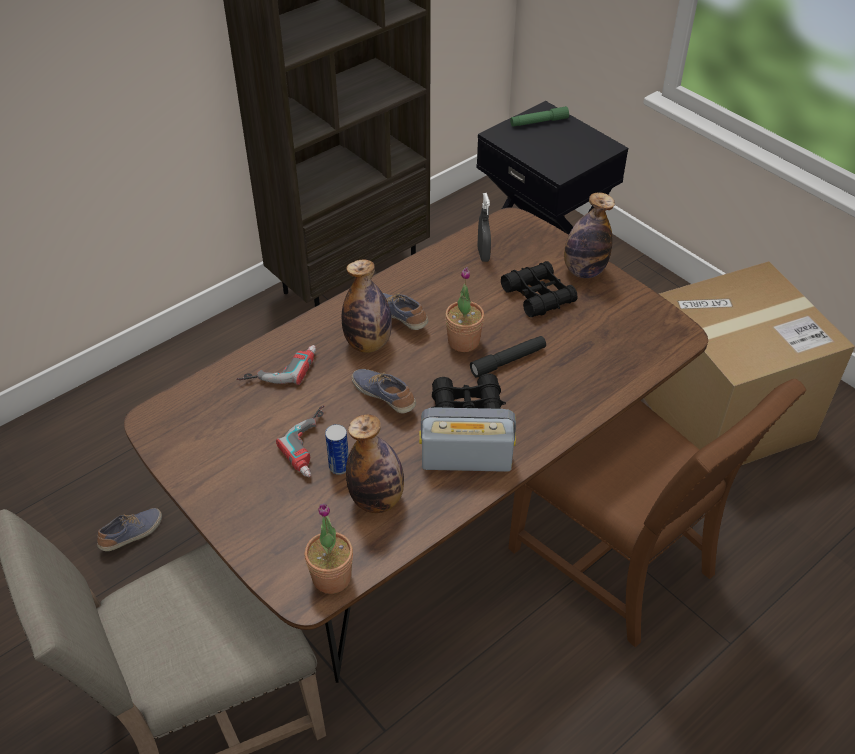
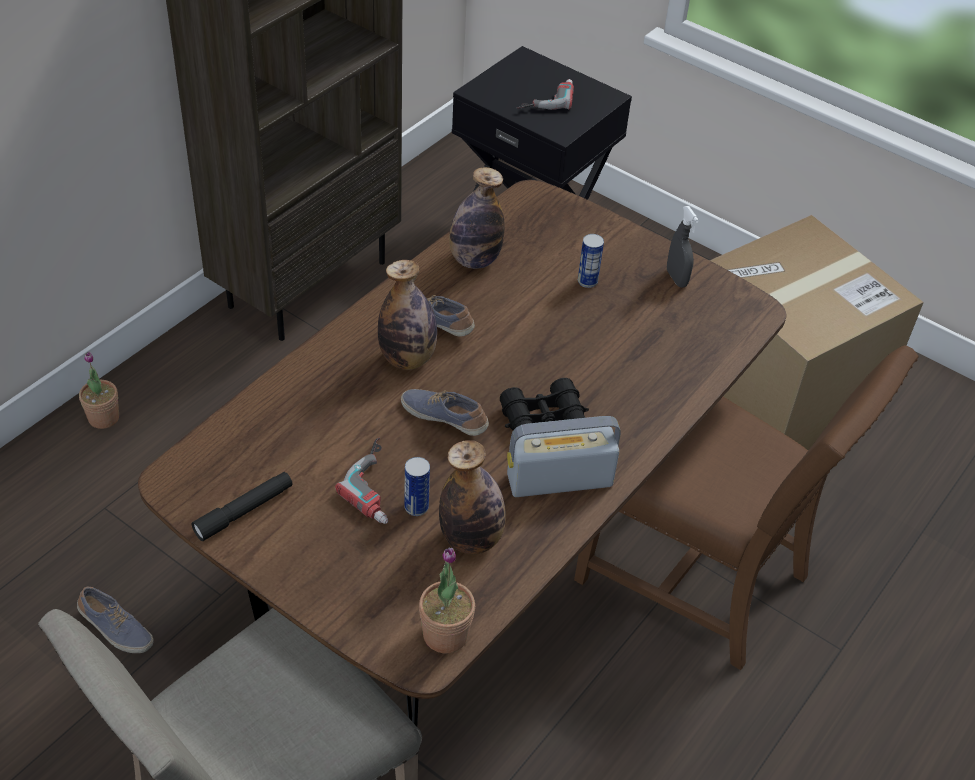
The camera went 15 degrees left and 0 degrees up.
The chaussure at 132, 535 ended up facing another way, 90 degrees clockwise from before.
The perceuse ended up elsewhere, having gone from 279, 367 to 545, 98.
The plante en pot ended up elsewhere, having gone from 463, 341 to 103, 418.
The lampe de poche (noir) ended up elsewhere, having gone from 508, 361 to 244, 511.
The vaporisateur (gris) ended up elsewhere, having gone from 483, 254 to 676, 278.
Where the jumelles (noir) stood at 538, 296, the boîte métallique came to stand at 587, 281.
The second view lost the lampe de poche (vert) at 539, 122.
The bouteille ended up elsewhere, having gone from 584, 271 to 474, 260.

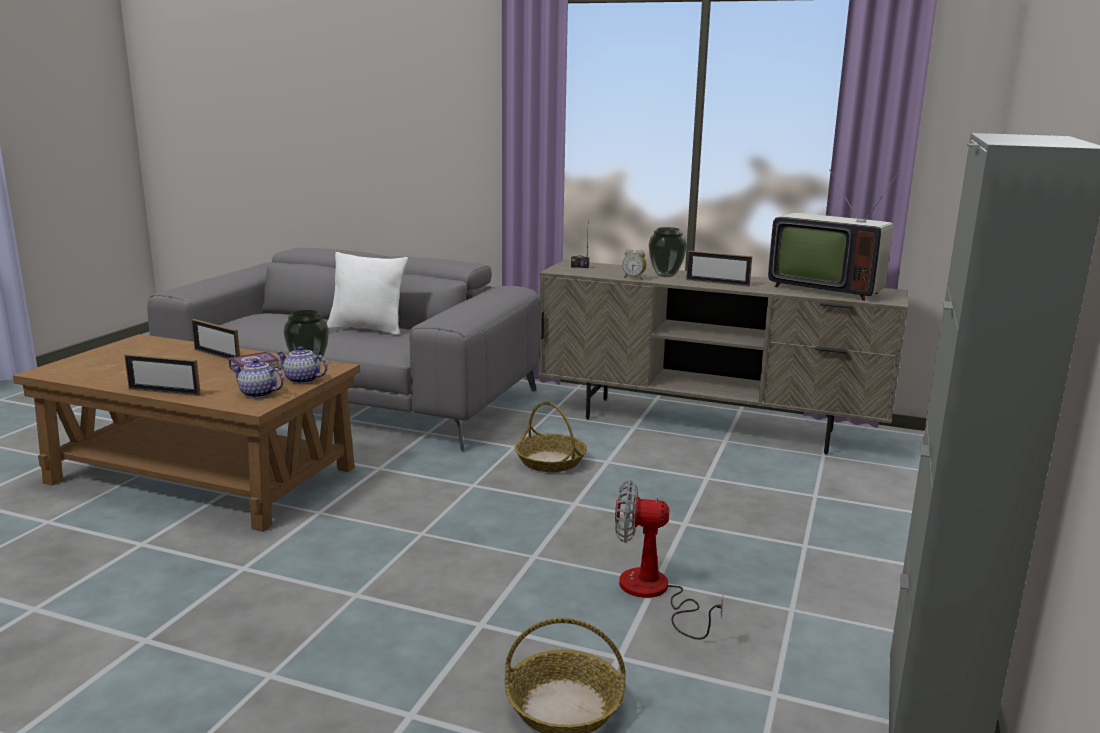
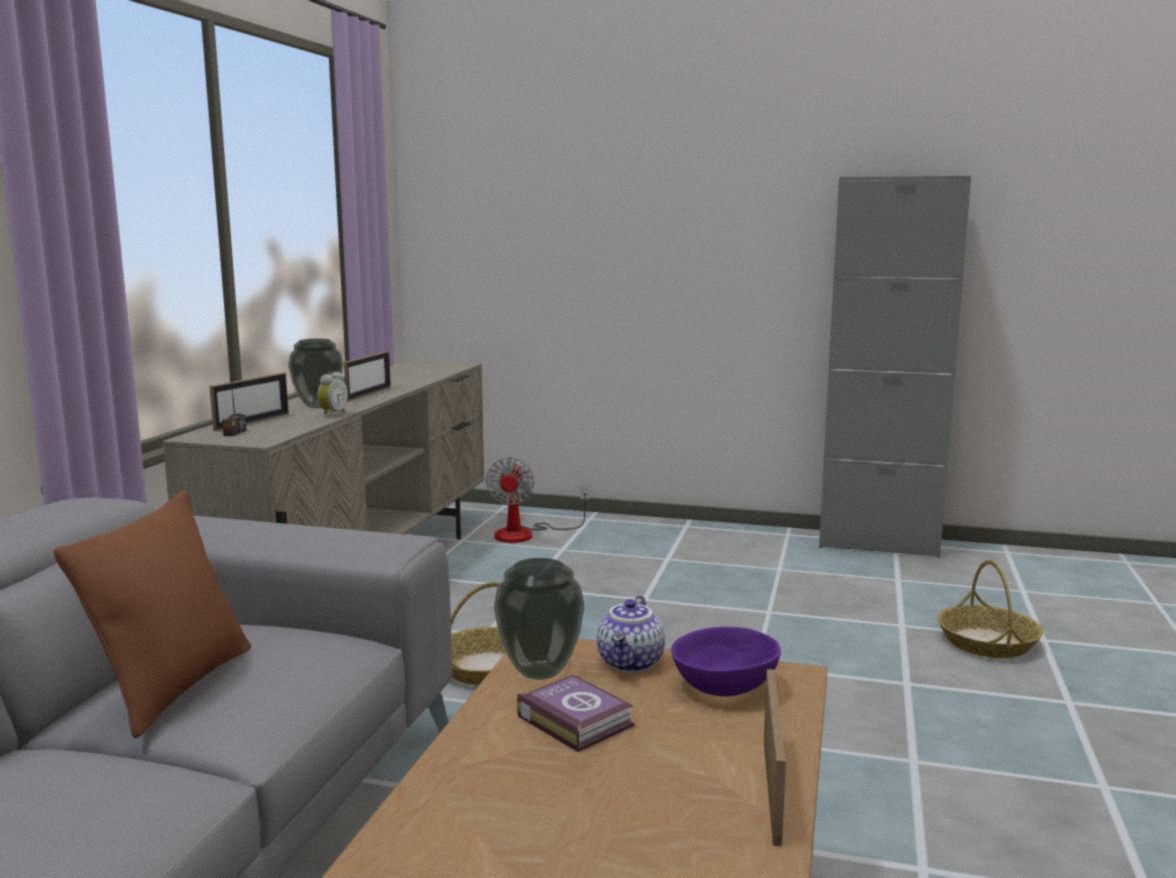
The camera went 95 degrees left and 5 degrees down.
The cadre photo ended up elsewhere, having gone from 217, 355 to 252, 422.
Where the théière stood at 257, 394, the bol (violet) came to stand at 726, 687.
What was the coussin (blanc) at 367, 329 turned into the coussin (marron) at 174, 687.
The ventilateur ended up elsewhere, having gone from 654, 593 to 526, 534.
The second view lost the téléviseur at 825, 289.

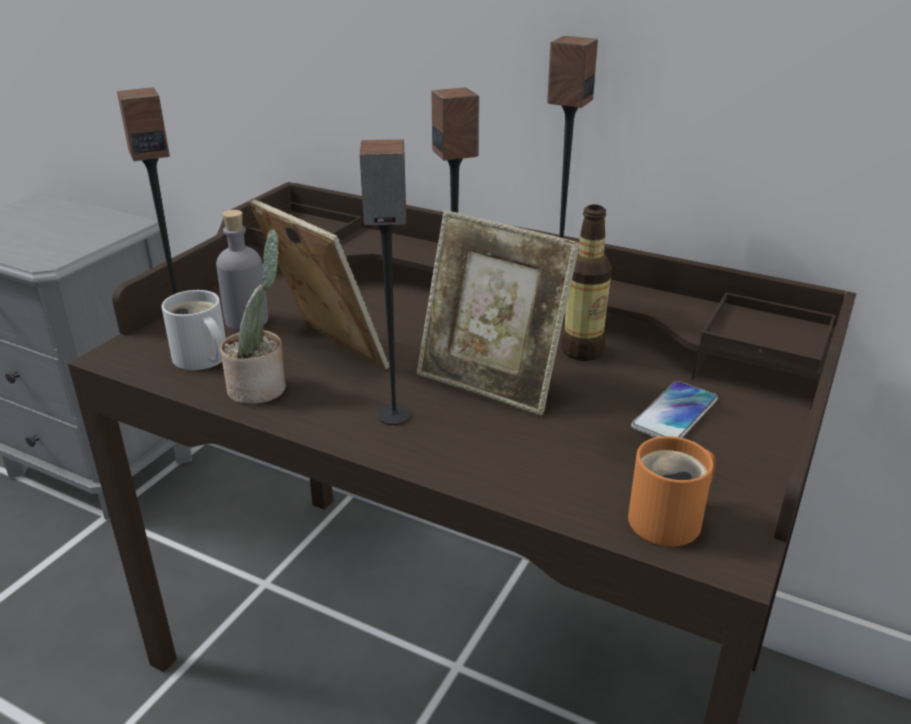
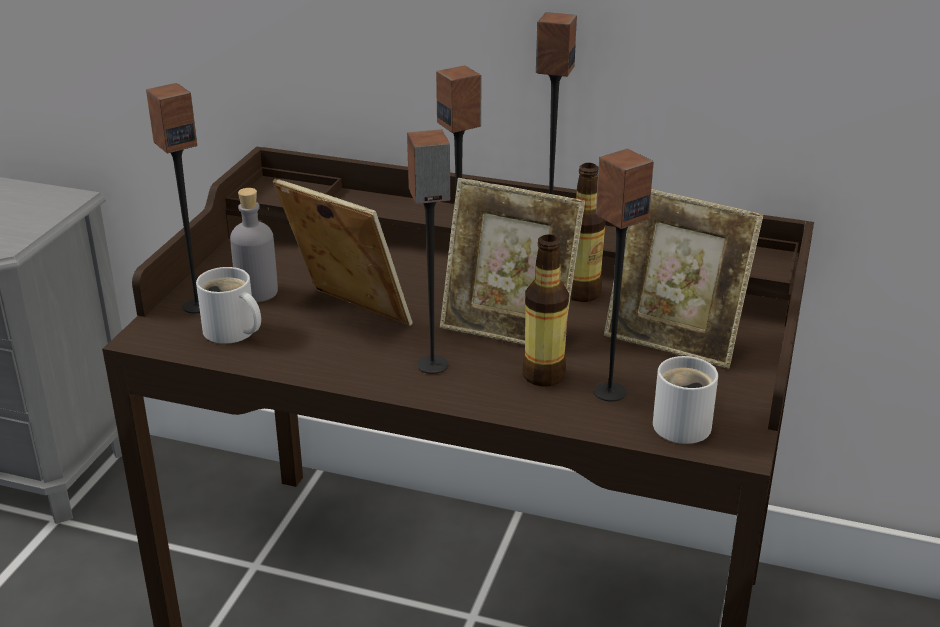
The camera went 10 degrees left and 0 degrees up.
The second view lost the plante en pot at 261, 387.
What was the mug (orange) at 671, 520 turned into the mug (blanc) at 687, 424.
Where the téléphone stood at 675, 414, the cadre photo came to stand at 674, 340.
The second view gained the bouteille at 543, 375.
The second view gained the enceinte at 609, 391.

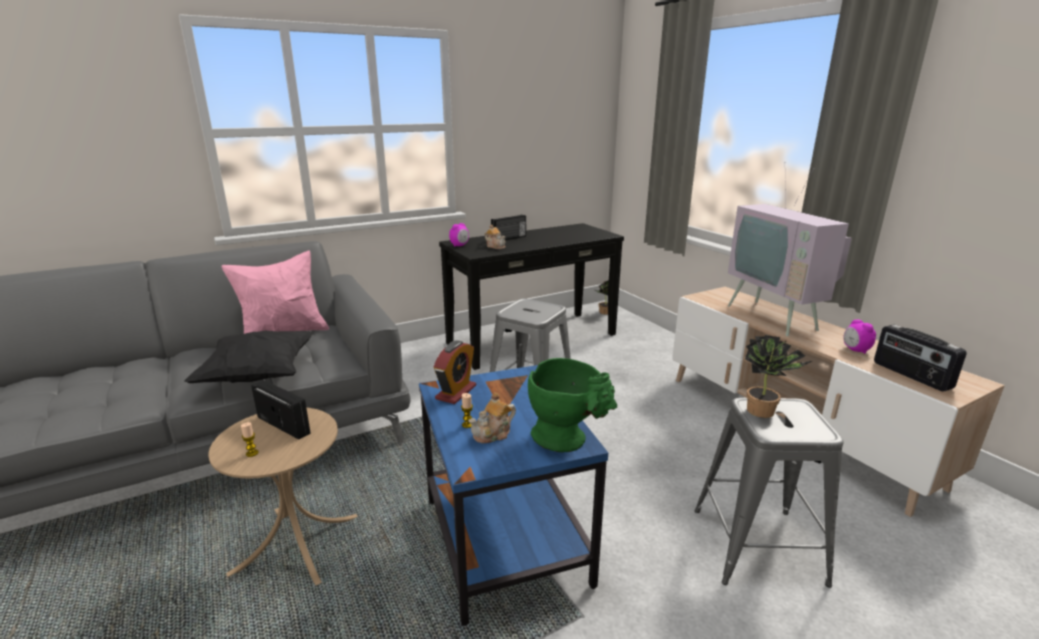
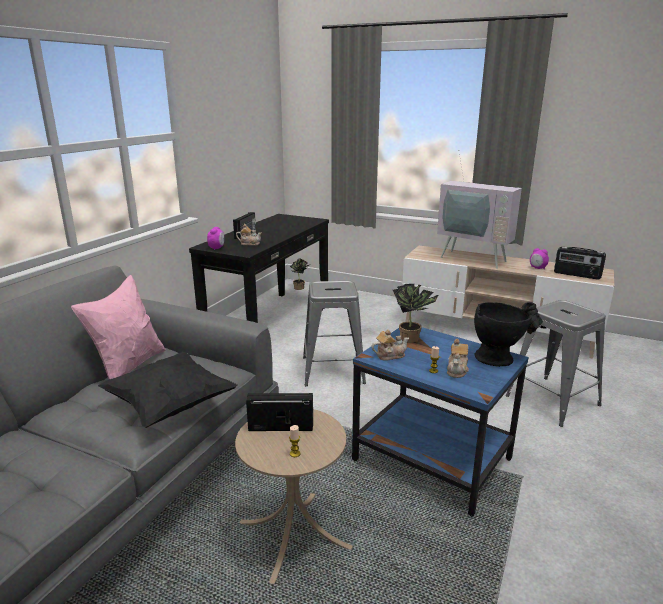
The camera went 35 degrees left and 0 degrees up.
Where the réveil stood at 456, 392, the théière came to stand at 389, 355.
What was the vase (vert) at 568, 440 turned into the vase (noir) at 500, 358.
The plante en pot ended up elsewhere, having gone from 764, 412 to 412, 338.

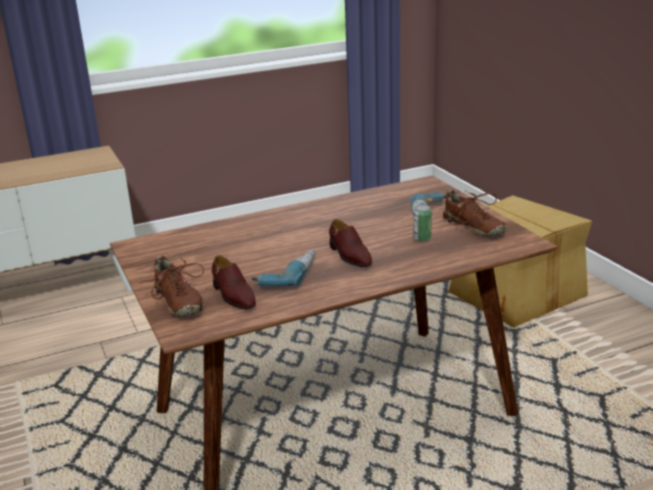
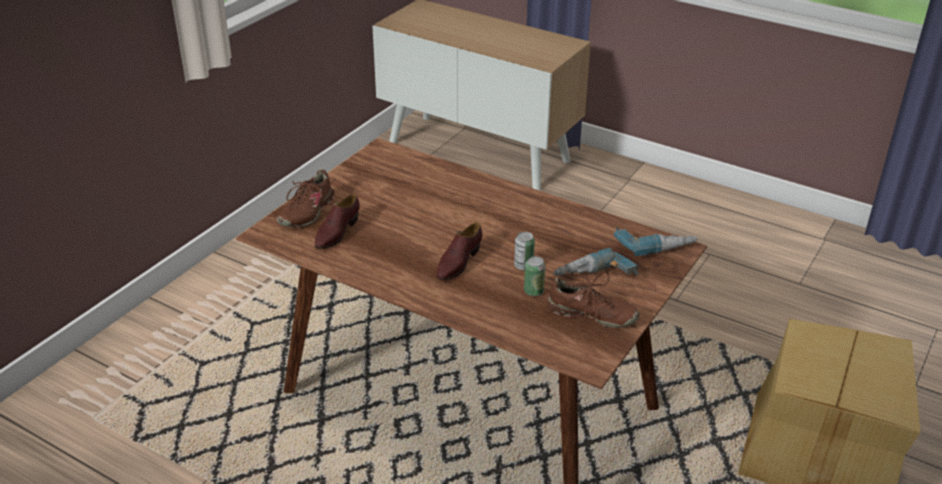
The camera went 55 degrees right and 10 degrees up.
The perceuse ended up elsewhere, having gone from 287, 274 to 654, 243.
The chaussure (marron) at 473, 227 ended up facing another way, 90 degrees counterclockwise from before.
The second view gained the boîte métallique at 523, 266.

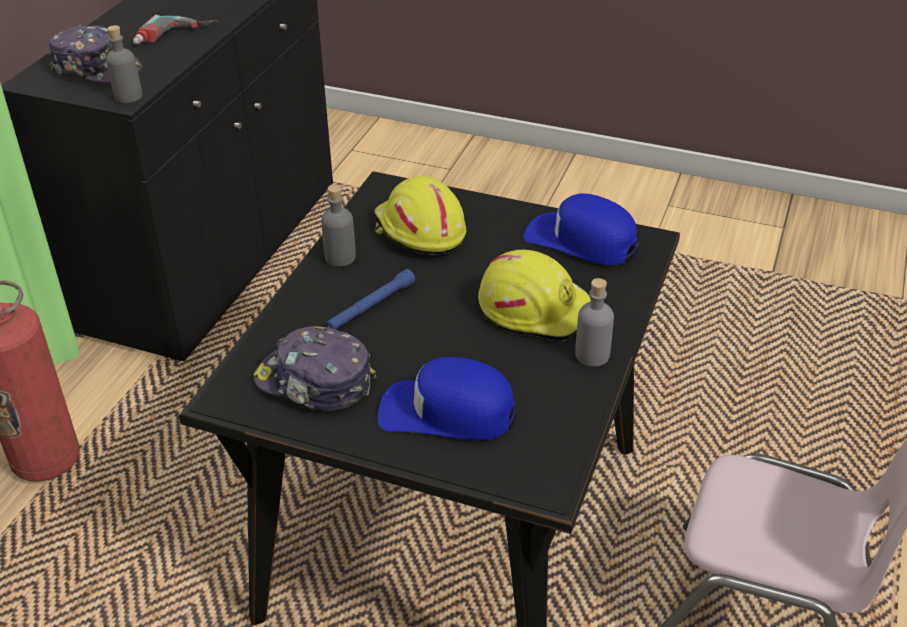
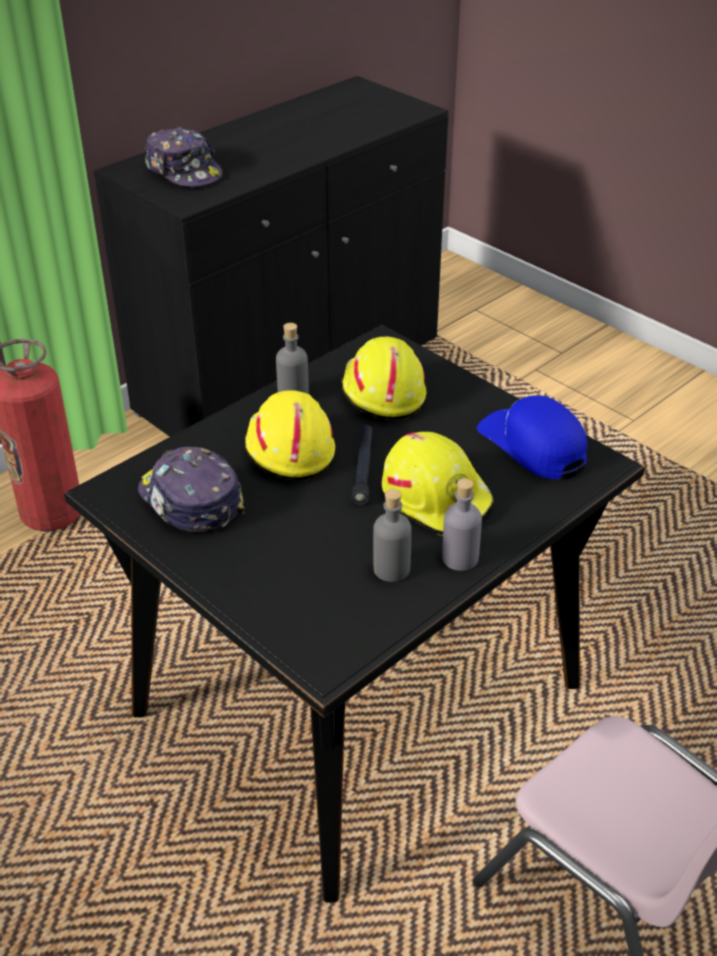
The camera went 25 degrees right and 0 degrees up.
The bouteille (gris) ended up elsewhere, having gone from 128, 96 to 391, 569.
The second view lost the perceuse at 175, 37.
Where the lampe de poche (bleu) stood at 371, 307, the casque de chantier (jaune) came to stand at 287, 449.
The second view lost the casquette (bleu) at 447, 412.
The second view gained the lampe de poche (noir) at 363, 469.

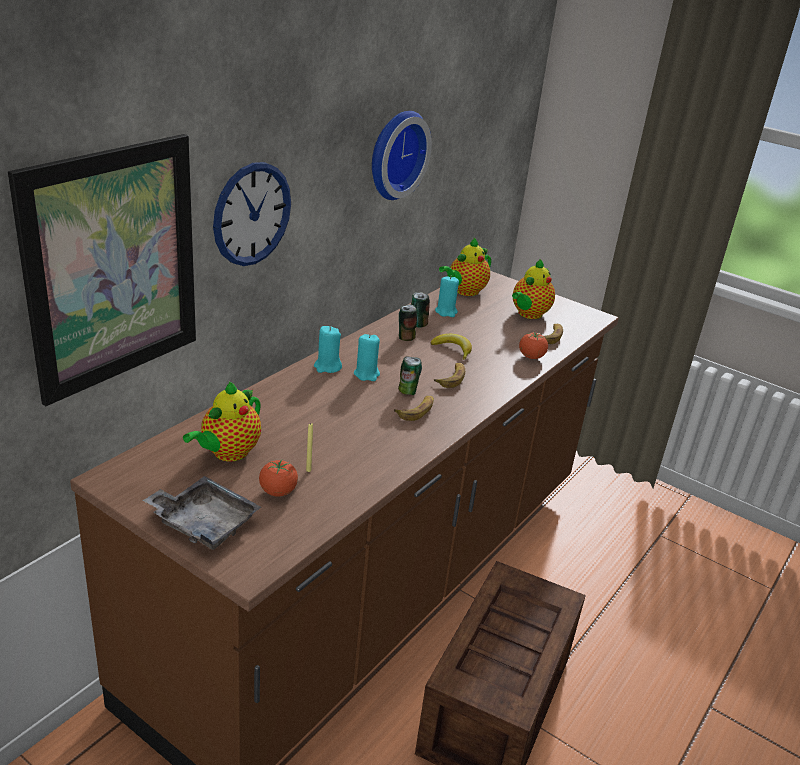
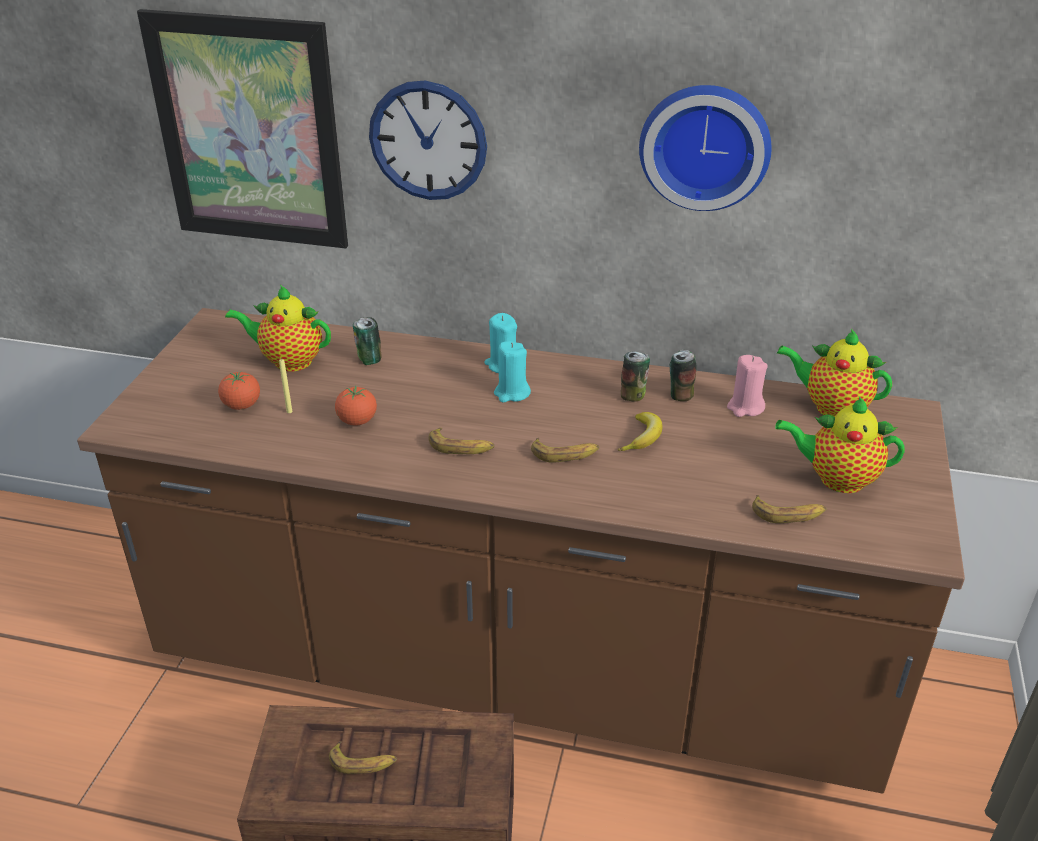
The camera went 70 degrees right and 5 degrees up.
The second view lost the plateau (gris) at 204, 522.
The boîte métallique ended up elsewhere, having gone from 408, 391 to 369, 360.
What was the bougie (turquoise) at 446, 312 turned into the bougie (rose) at 745, 407.
The tomate ended up elsewhere, having gone from 531, 357 to 357, 421.
The second view gained the banane at 363, 762.

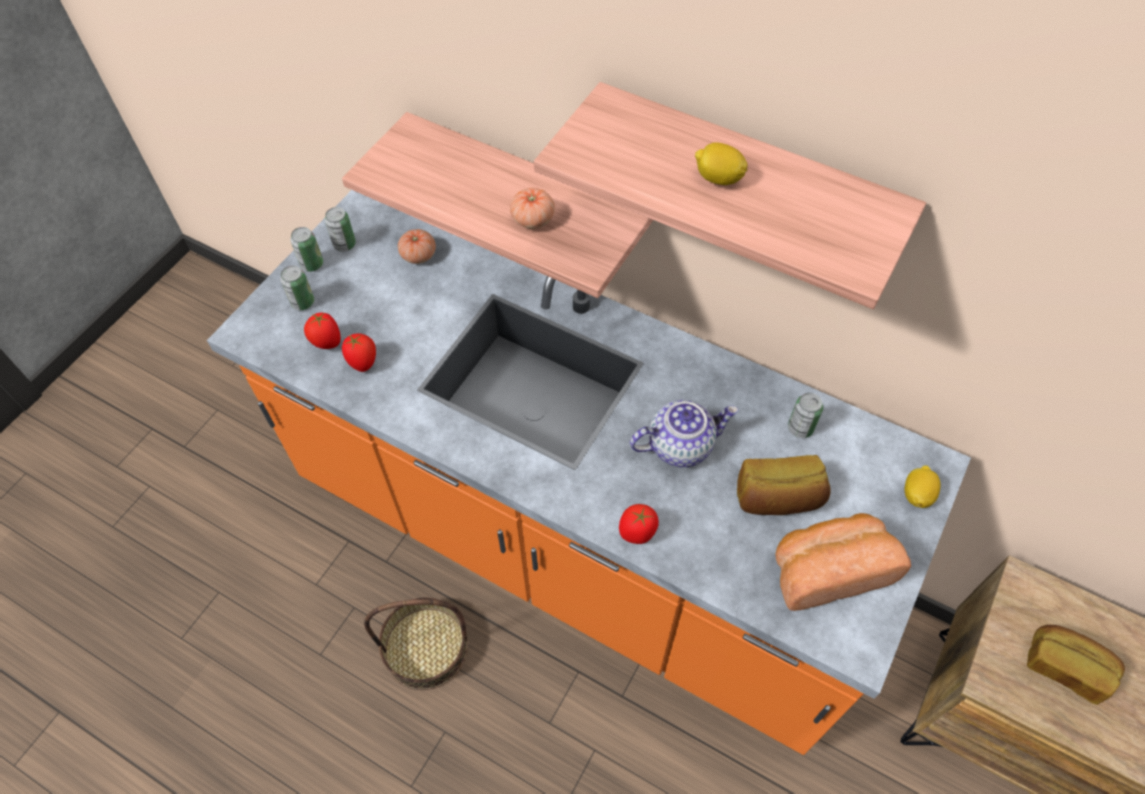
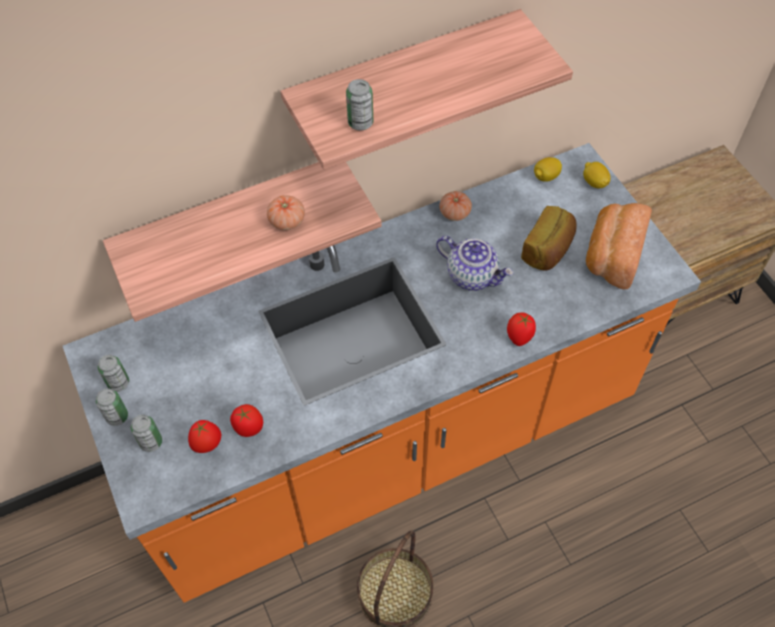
The camera went 55 degrees left and 0 degrees up.
The tomate ended up elsewhere, having gone from 418, 255 to 454, 213.
The théière at 680, 445 ended up facing another way, 105 degrees clockwise from before.
The citron ended up elsewhere, having gone from 718, 178 to 546, 177.
The boîte métallique ended up elsewhere, having gone from 800, 428 to 360, 123.
The second view lost the pain at 1065, 667.

